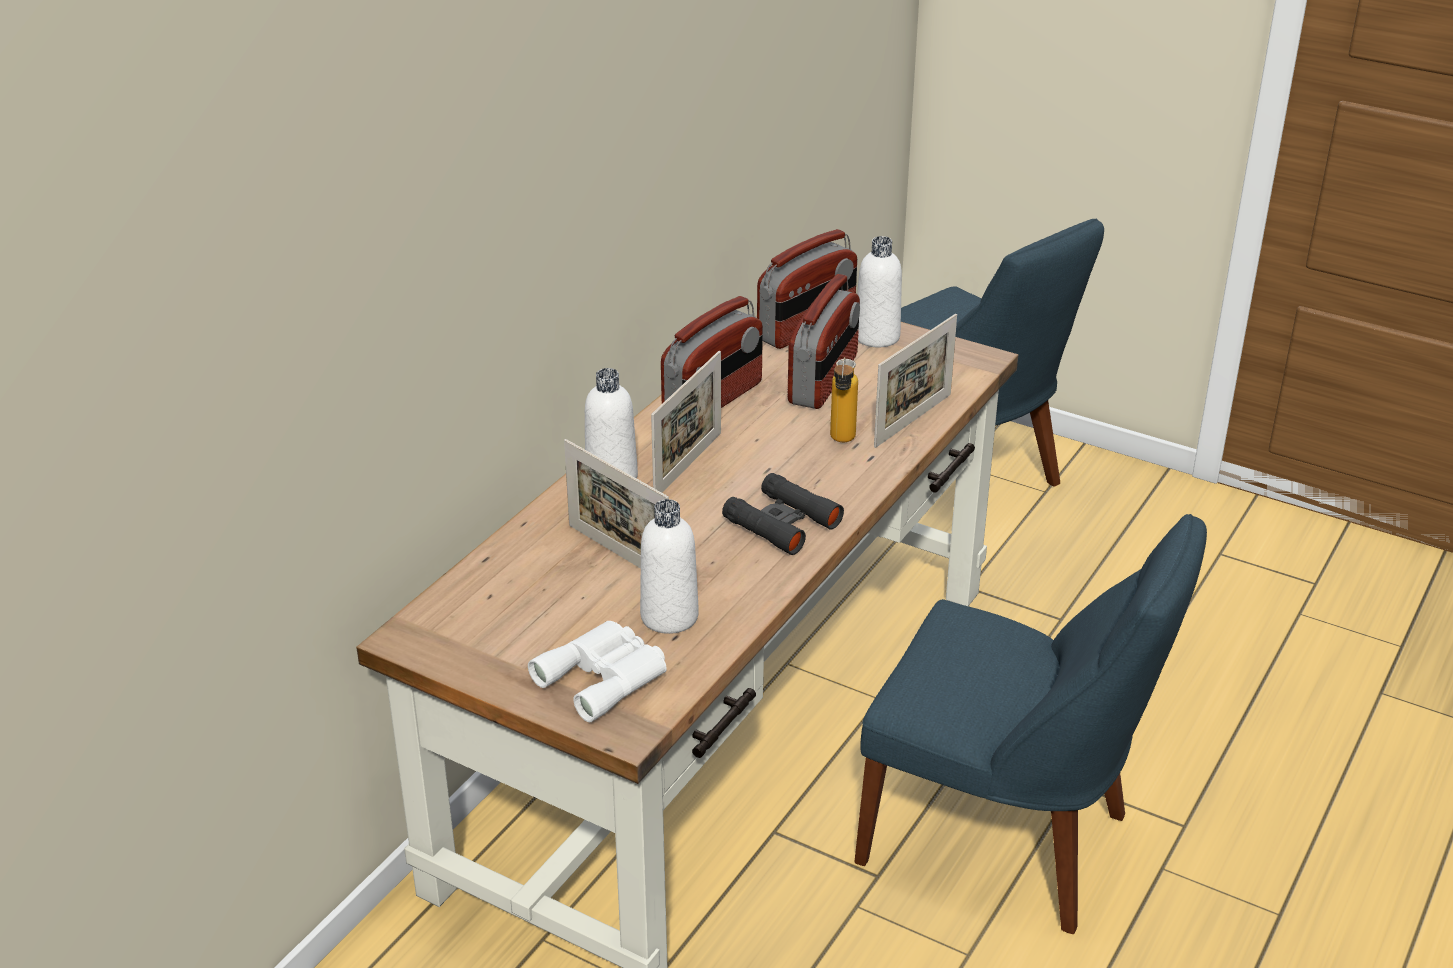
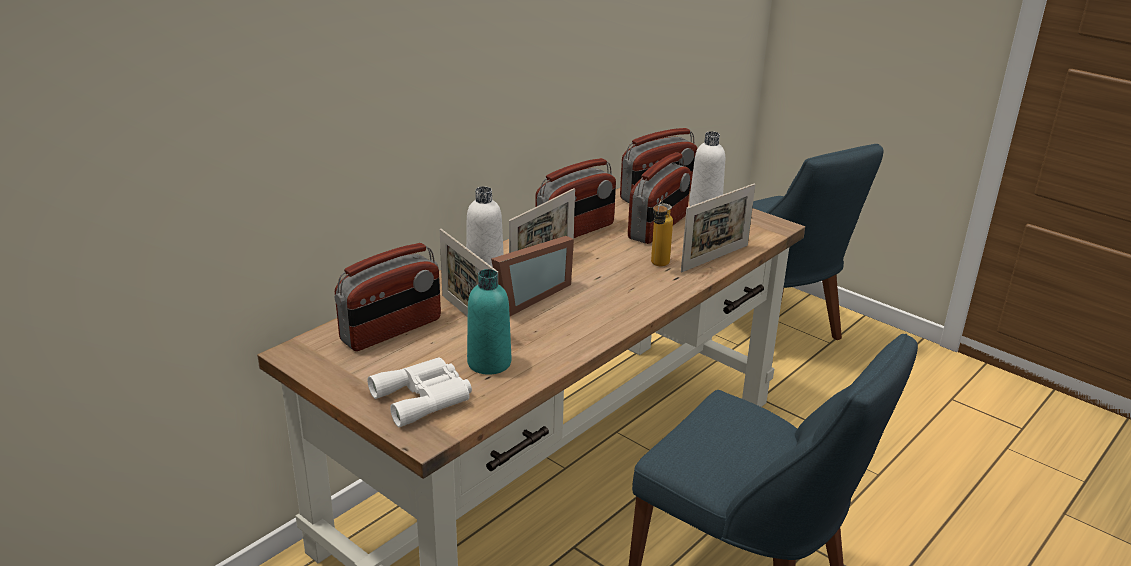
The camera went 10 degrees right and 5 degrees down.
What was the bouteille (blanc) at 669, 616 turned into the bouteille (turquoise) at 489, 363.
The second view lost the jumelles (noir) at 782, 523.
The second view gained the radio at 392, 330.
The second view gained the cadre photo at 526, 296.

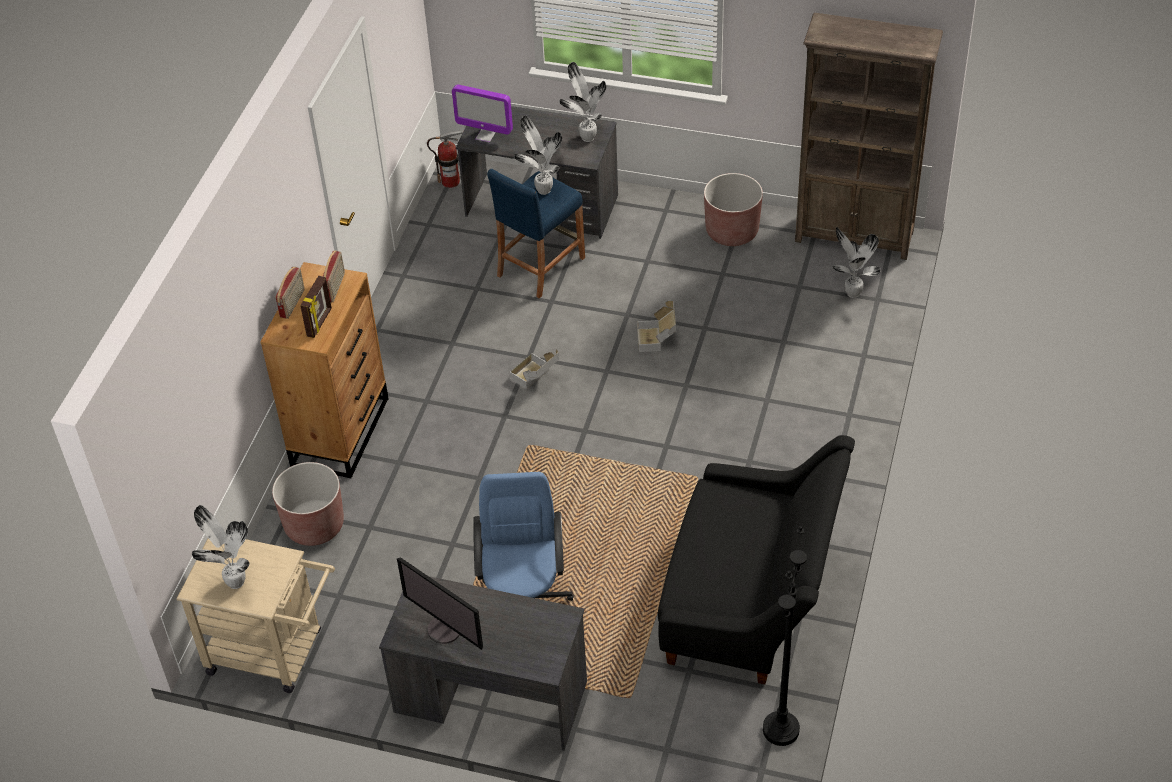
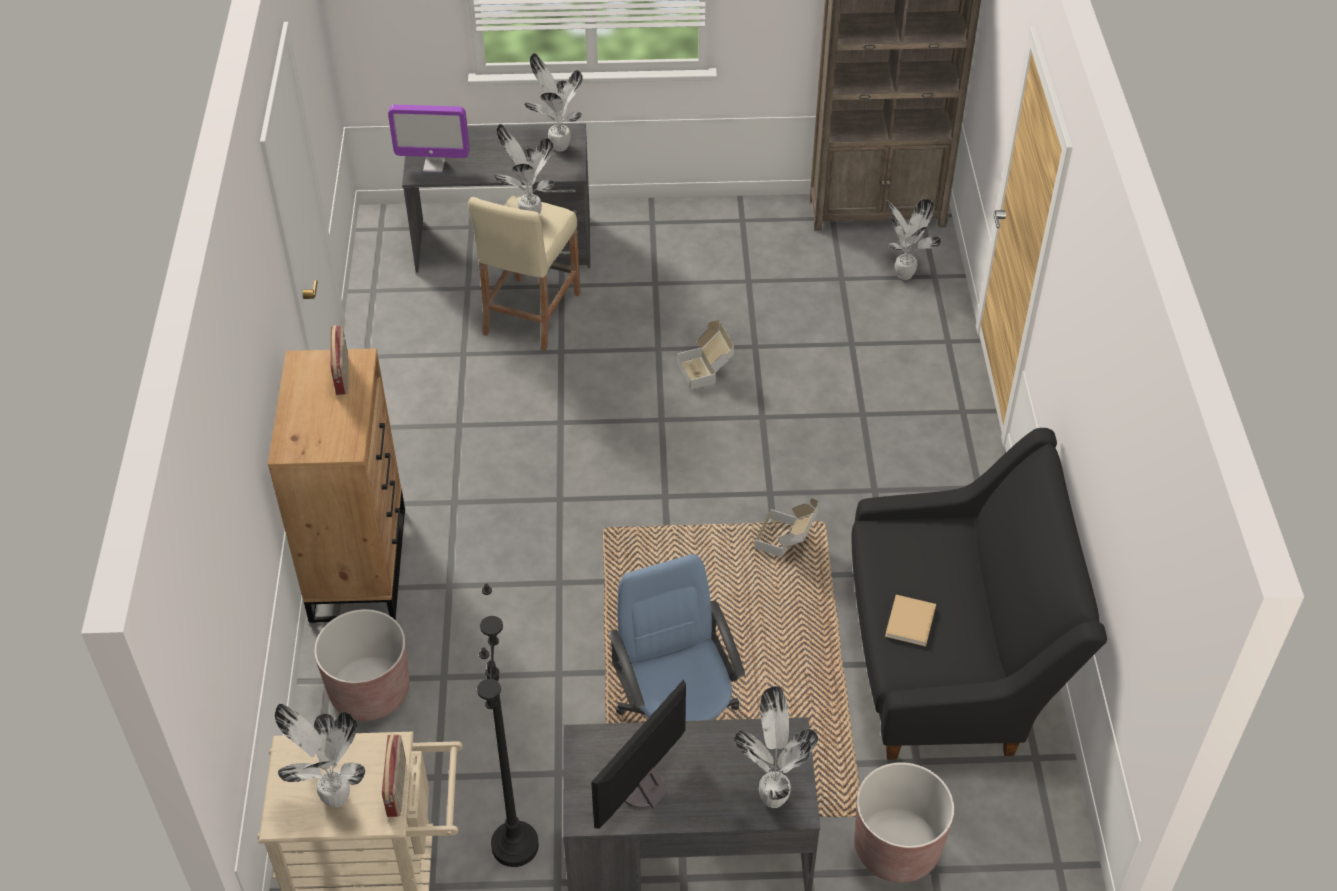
The camera went 20 degrees left and 0 degrees up.
The radio ended up elsewhere, having gone from 293, 303 to 397, 788.
The second view lost the cadre photo at 320, 323.
The écran d'ordinateur at 446, 629 ended up facing another way, 105 degrees clockwise from before.
The second view lost the extincteur at 450, 181.
What was the tabouret (bleu) at 540, 266 turned into the tabouret (beige) at 531, 313.
The carton ended up elsewhere, having gone from 536, 379 to 787, 541.
The cache-pot (marron) ended up elsewhere, having gone from 732, 231 to 896, 848.
The lampadaire (noir) ended up elsewhere, having gone from 781, 730 to 515, 846.
The second view gained the plante en pot at 773, 796.
The second view gained the livre (beige) at 910, 623.

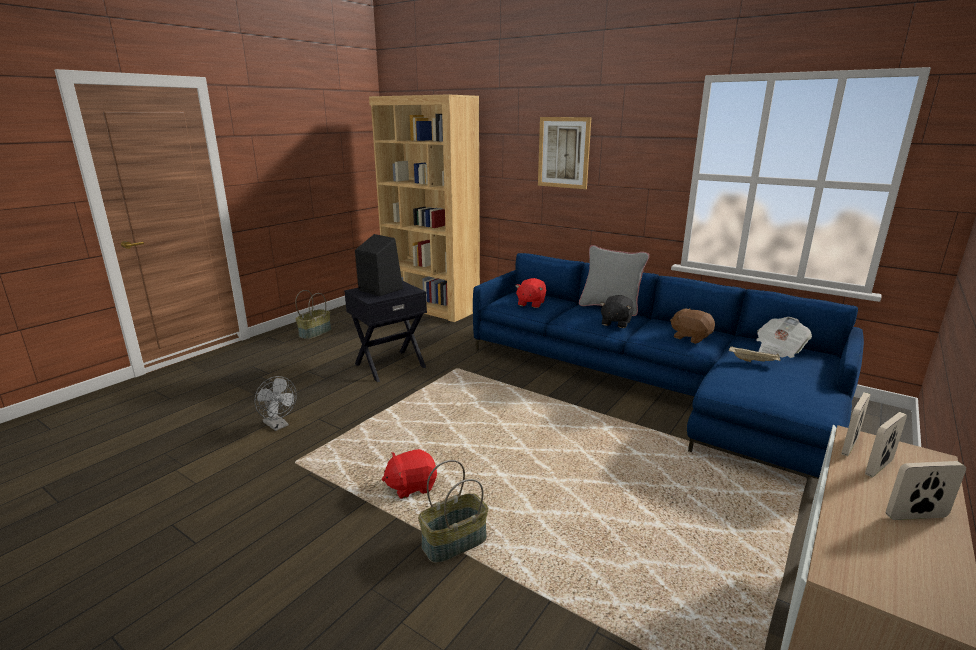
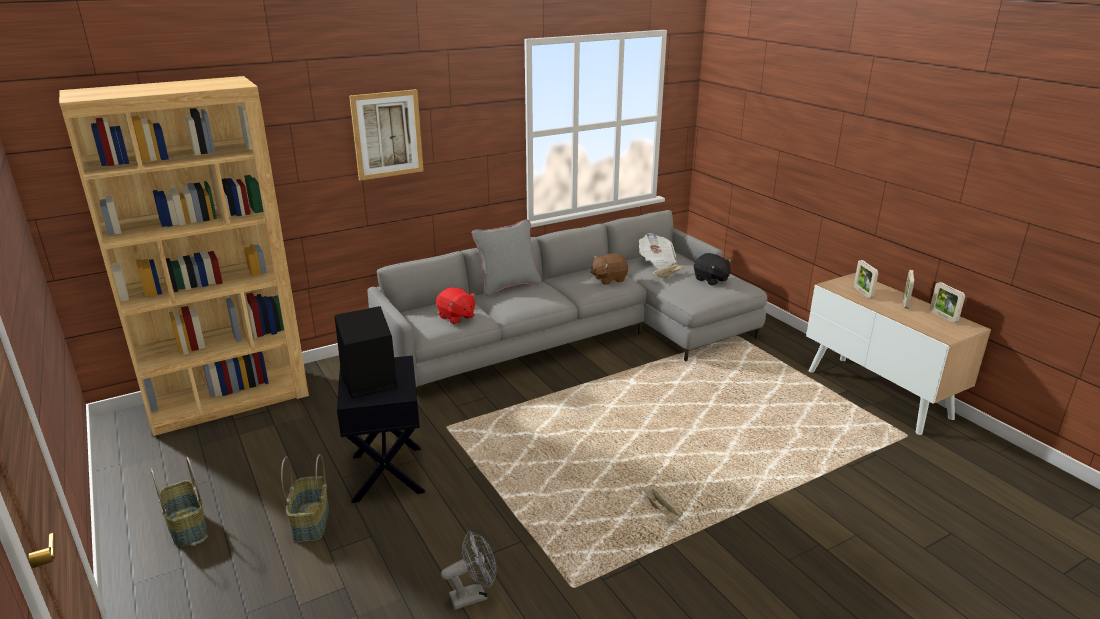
The camera went 65 degrees left and 5 degrees up.
Where the peluche (rouge) stood at 411, 486, the plateau (beige) came to stand at 661, 510.
The panier ended up elsewhere, having gone from 454, 543 to 312, 522.
What was the canapé (bleu) at 654, 385 turned into the canapé (gris) at 579, 336.
The peluche (noir) ended up elsewhere, having gone from 615, 323 to 711, 280.
The cadre photo ended up elsewhere, having gone from 849, 446 to 943, 317.

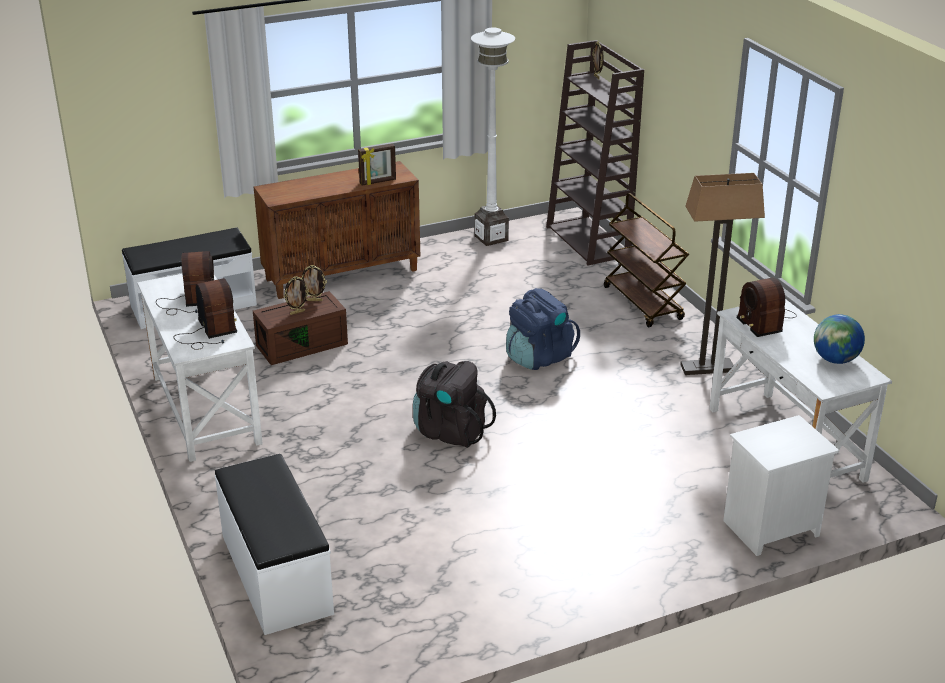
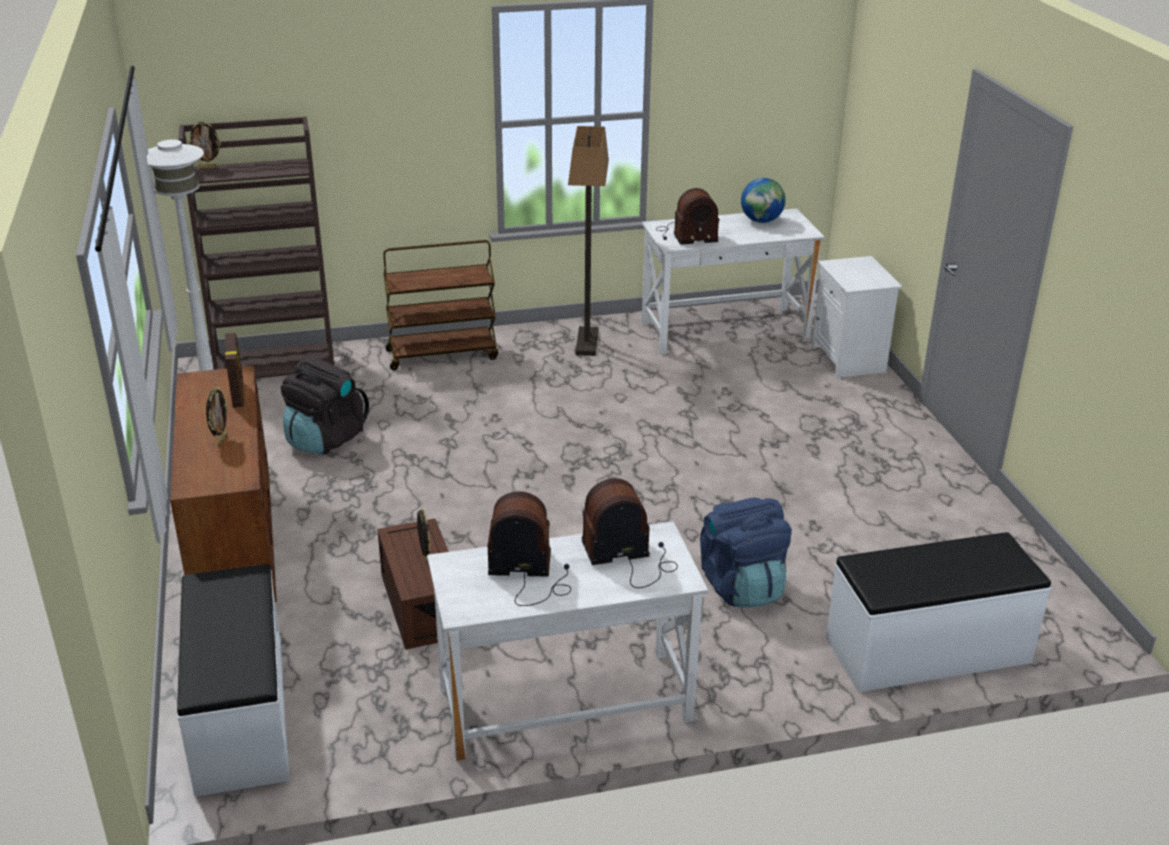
The camera went 80 degrees left and 0 degrees up.
The cadre photo ended up elsewhere, having gone from 314, 300 to 221, 441.
The sac à dos (noir) ended up elsewhere, having gone from 450, 431 to 325, 439.
The sac à dos (bleu) ended up elsewhere, having gone from 539, 357 to 742, 586.

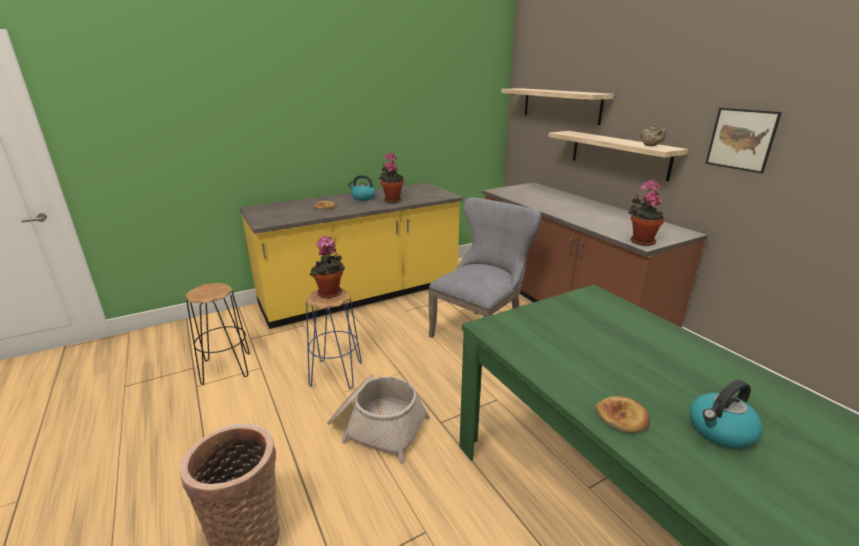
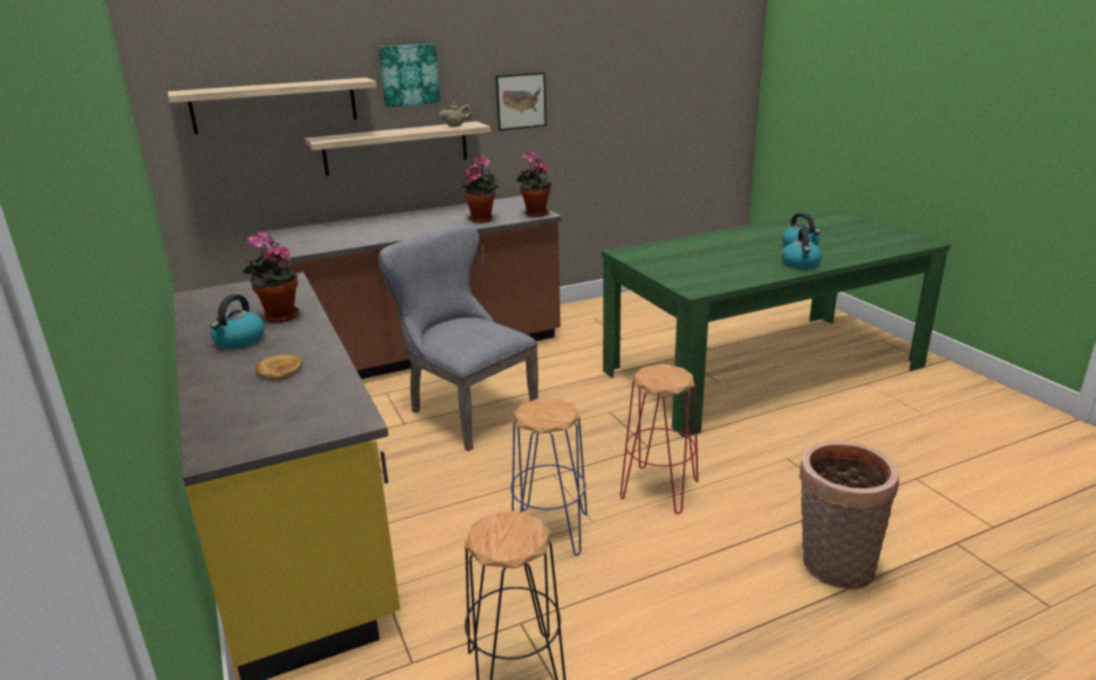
The camera went 85 degrees left and 0 degrees up.
The plante en pot ended up elsewhere, having gone from 330, 294 to 483, 219.
Where the panier stood at 376, 426, the tabouret (rouge) came to stand at 658, 489.
Where the pain stood at 622, 417, the bouilloire came to stand at 801, 264.
The second view gained the tableau at 409, 75.

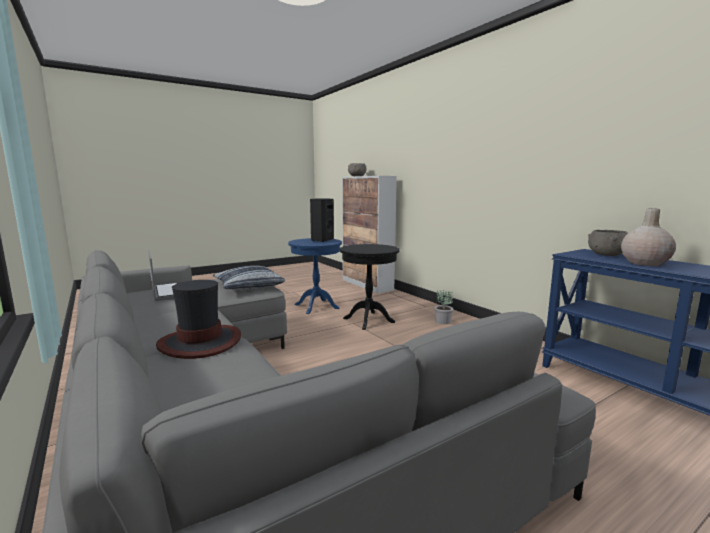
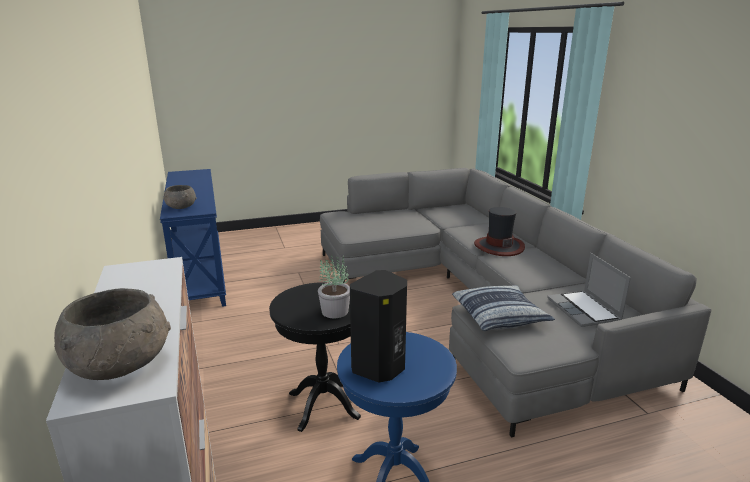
The camera went 165 degrees left and 10 degrees up.
The plante en pot ended up elsewhere, having gone from 443, 321 to 335, 311.
The second view lost the vase (beige) at 644, 263.

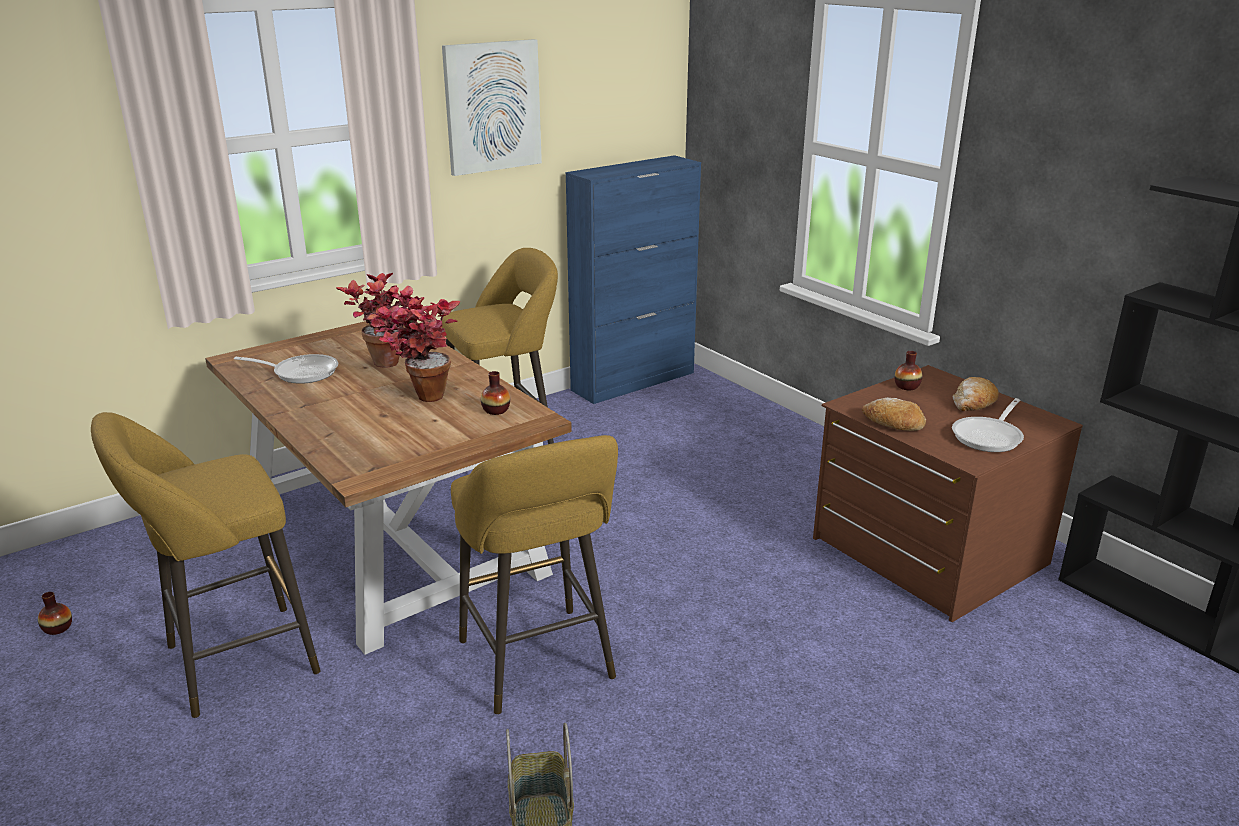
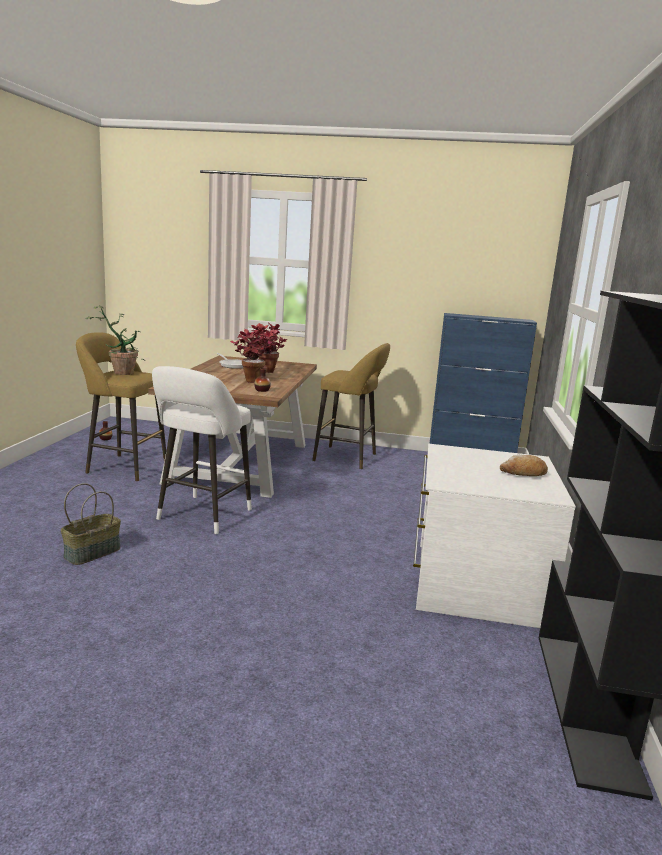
The camera went 45 degrees right and 10 degrees down.
The second view lost the tableau at 492, 106.
What was the tabouret (jaune) at 539, 665 turned into the tabouret (blanc) at 201, 516.
What was the commode (marron) at 926, 552 turned into the commode (blanc) at 475, 582.
The second view lost the pain at 893, 423.
The second view lost the vase at 906, 386.
The second view lost the poêle at 989, 437.
The second view gained the plante en pot at 121, 372.

